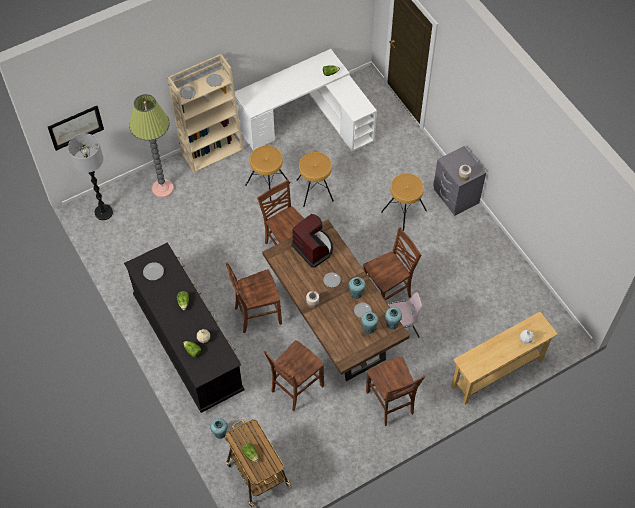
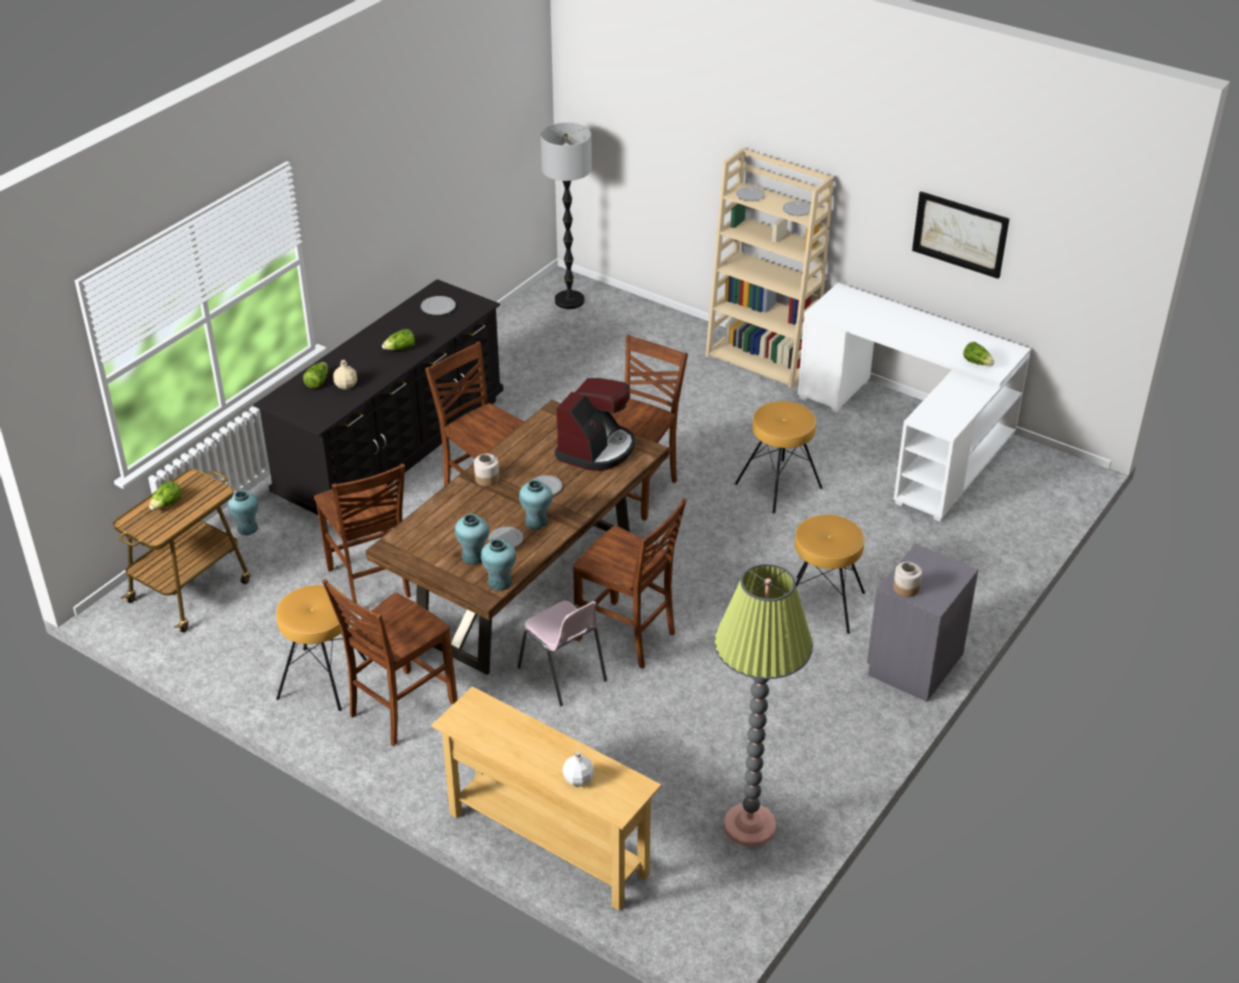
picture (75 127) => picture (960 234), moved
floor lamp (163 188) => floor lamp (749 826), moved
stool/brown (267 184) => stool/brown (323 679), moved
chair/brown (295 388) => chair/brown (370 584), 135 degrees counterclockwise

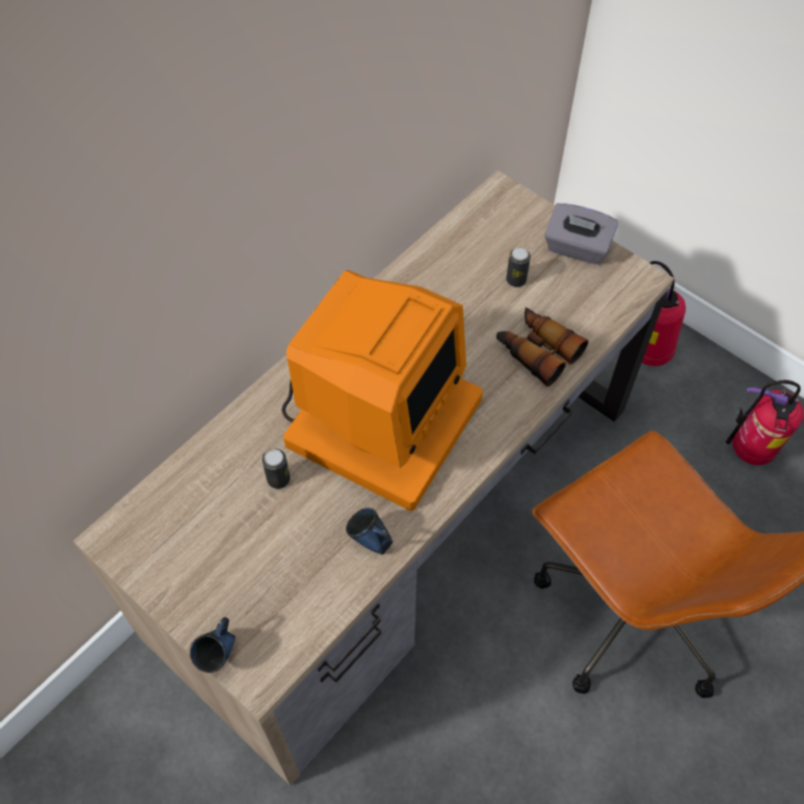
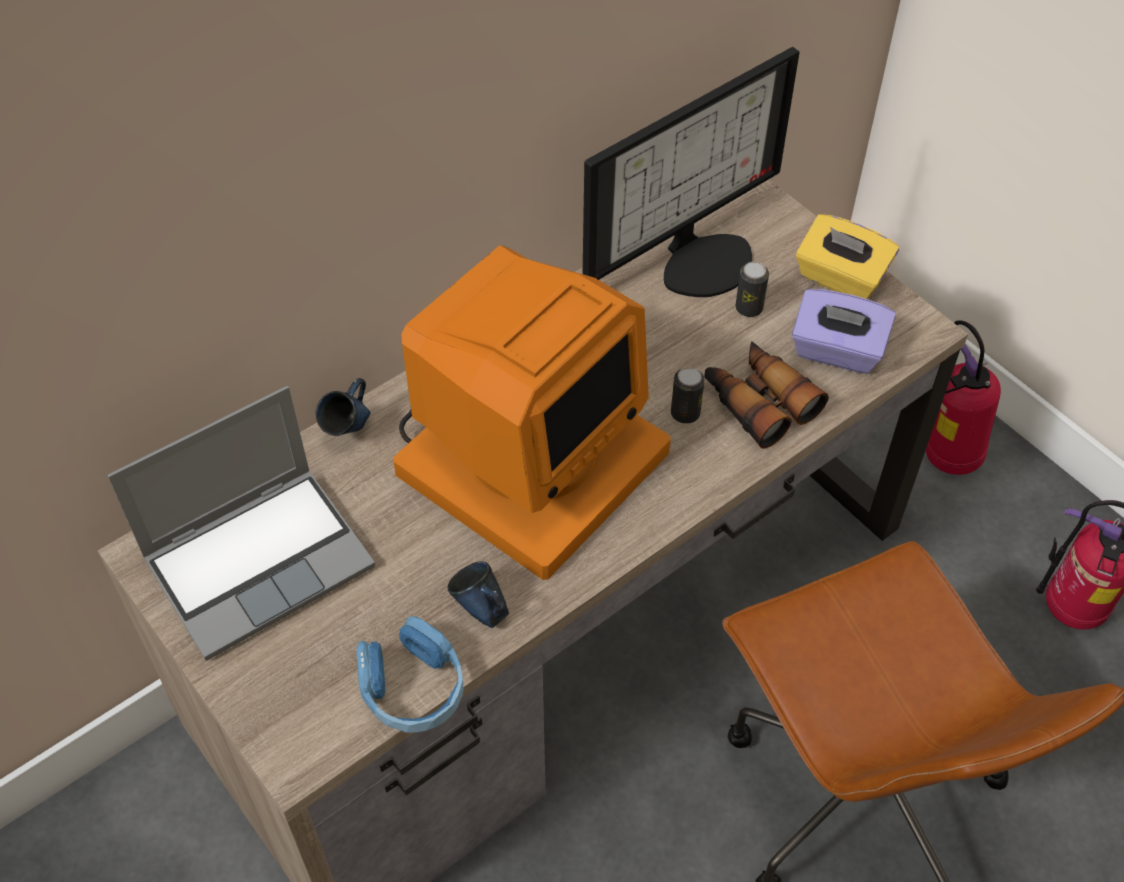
mug/blue (219 655) => mug/blue (349 431), moved
can (278 479) => can (685 413), moved
tissue box/grey (576 248) => tissue box/yellow (840 278)
nothing => laptop (261 560)
nothing => headphones/blue (412 688)
nothing => monitor (701 258)
nothing => tissue box/purple (836 351)

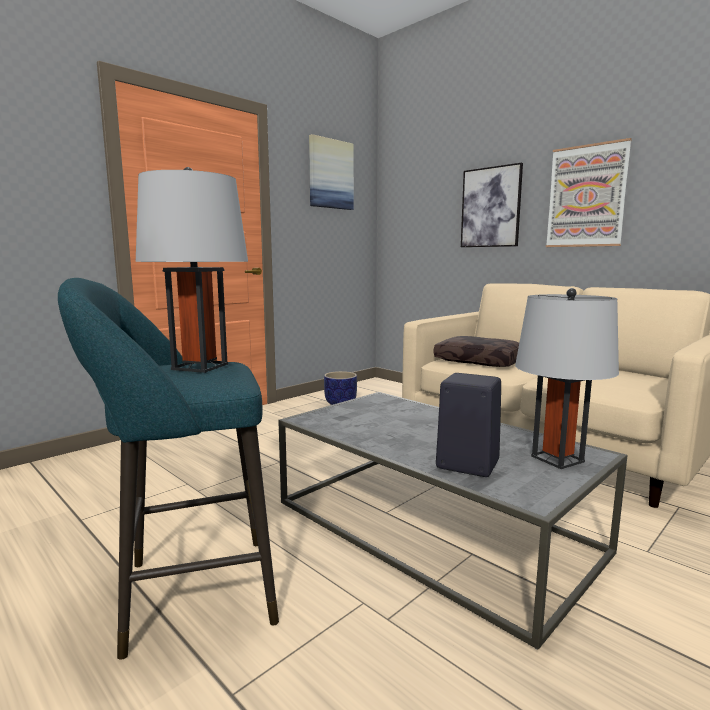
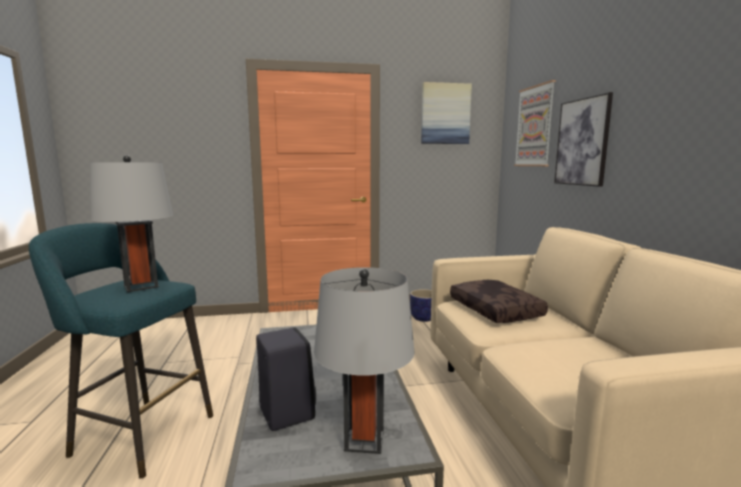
picture (586 196) => picture (534 126), moved

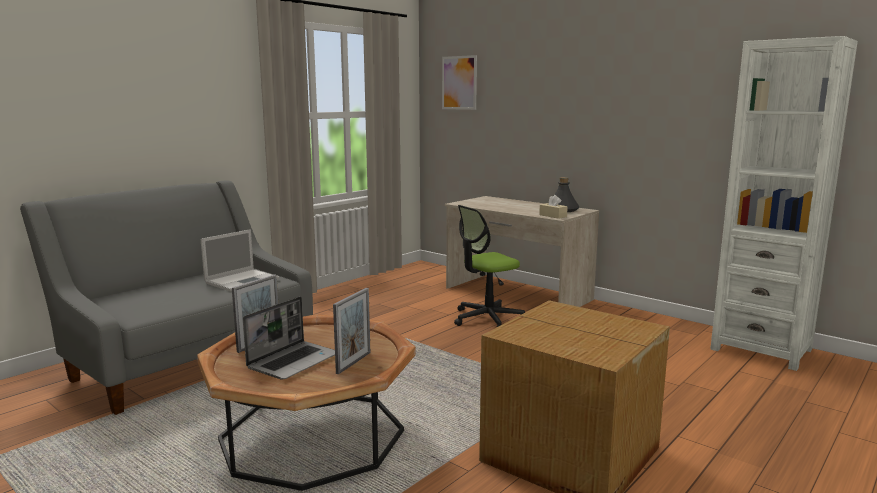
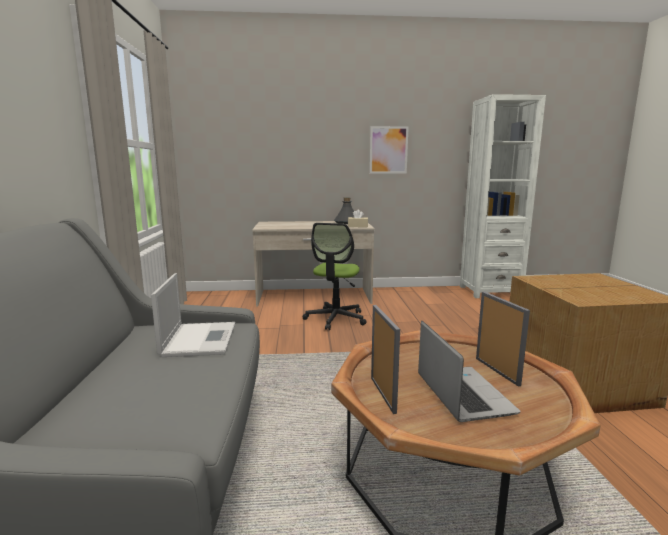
picture (459 83) => picture (388 150), moved

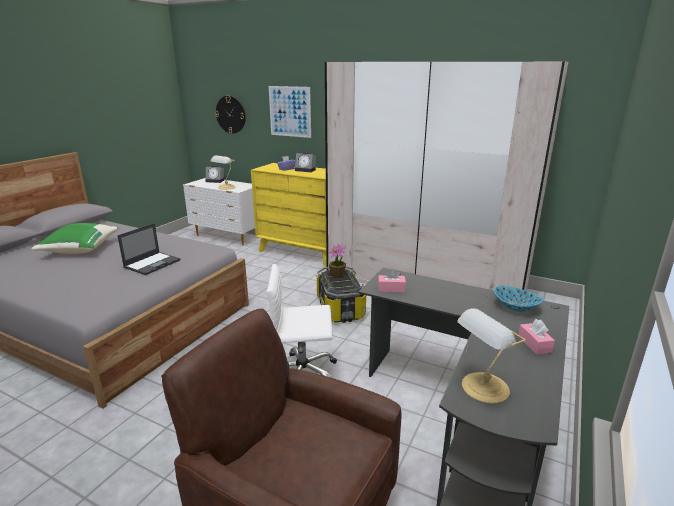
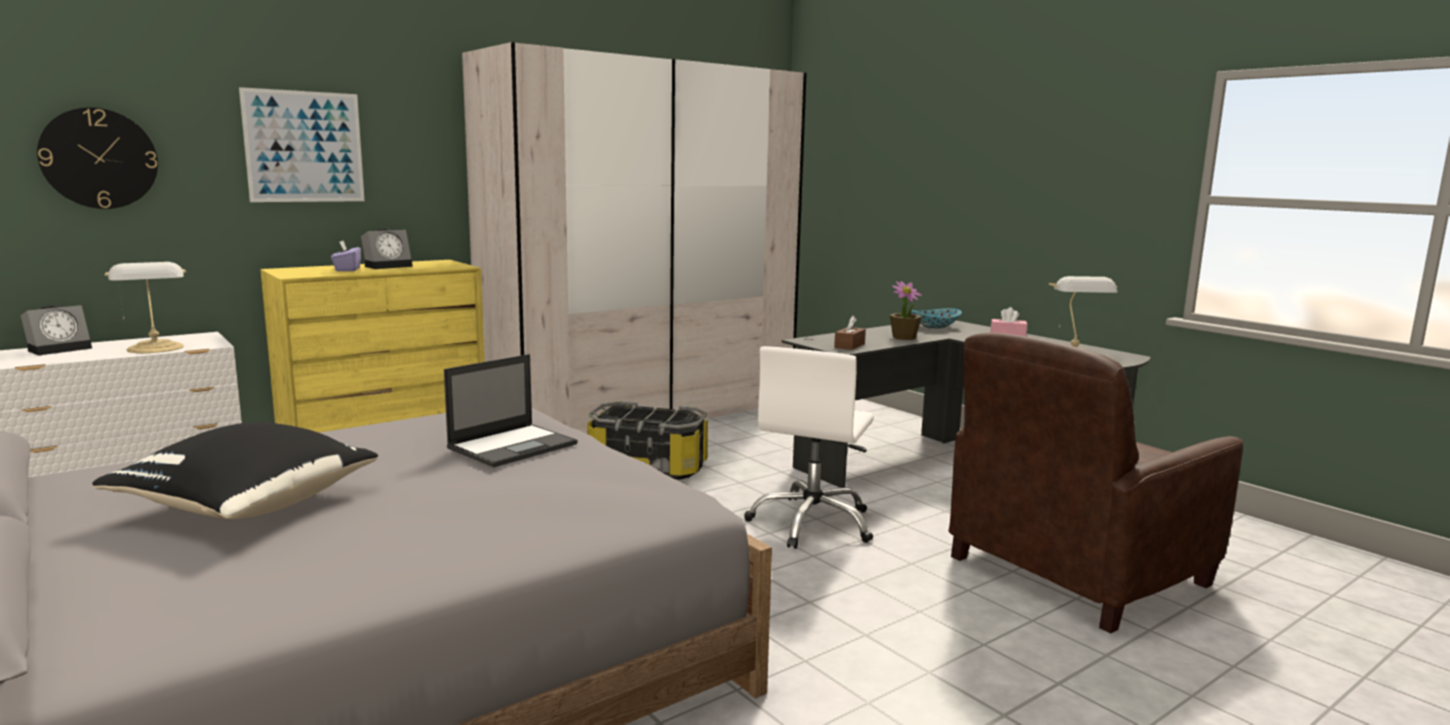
pillow/green (79 250) => pillow/black (249 507)
laptop (152 263) => laptop (513 445), 75 degrees clockwise
potted plant (337 275) => potted plant (904 337), moved
tissue box/pink (391 288) => tissue box/brown (849 345)

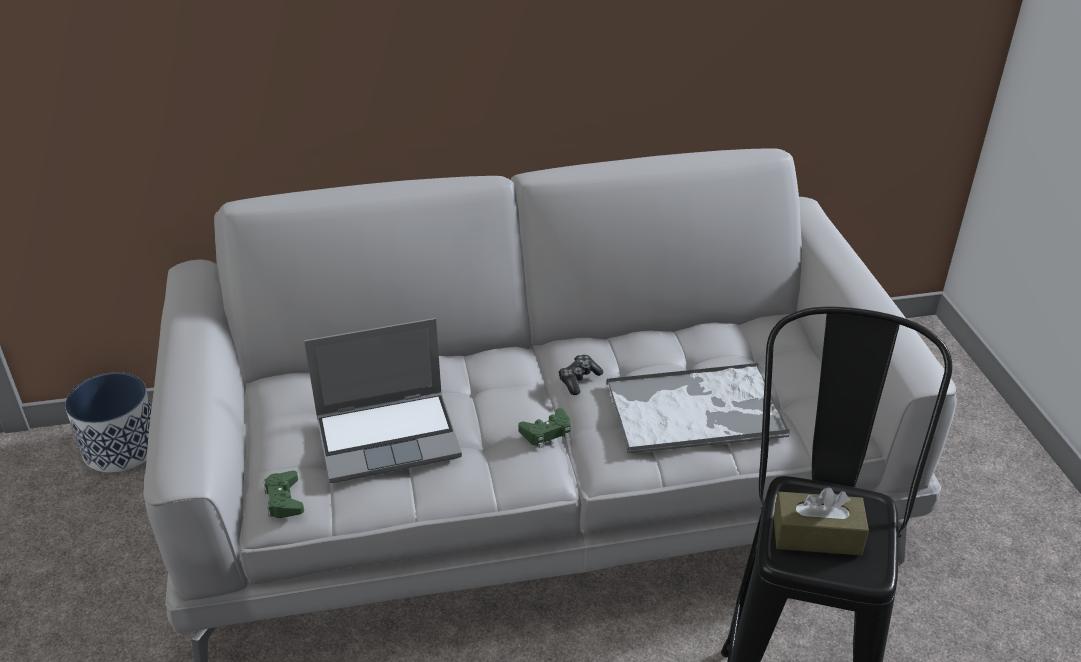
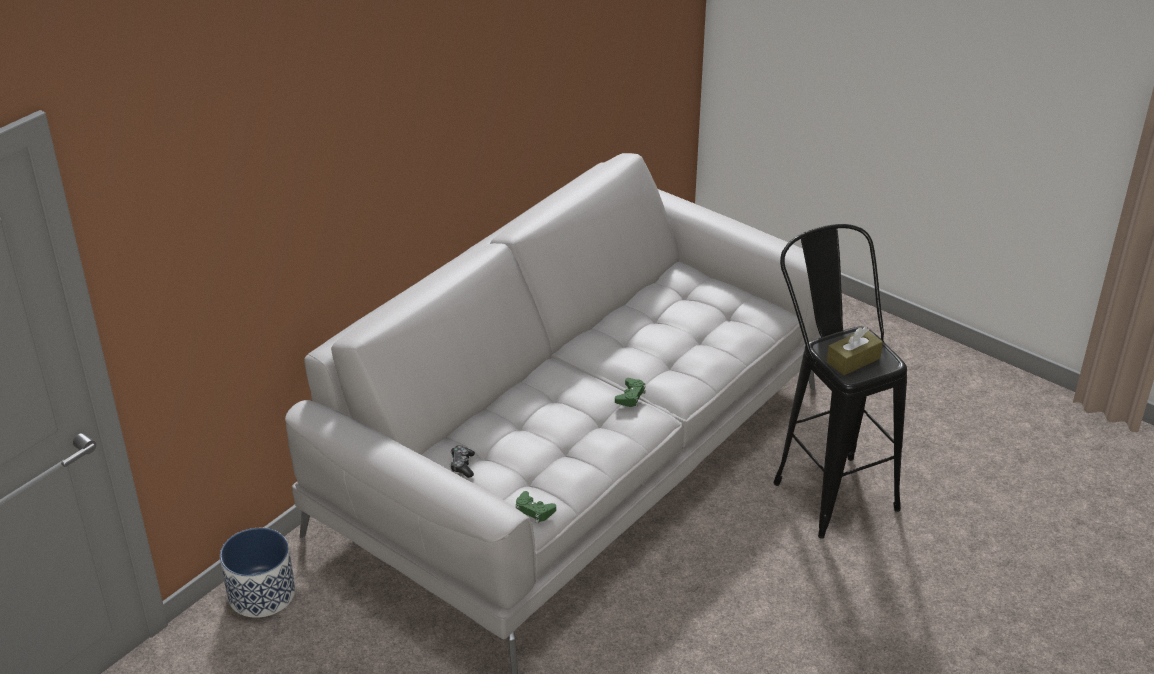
laptop (389 437) => nothing
game controller (578 379) => game controller (462 465), moved
tray (696 410) => nothing

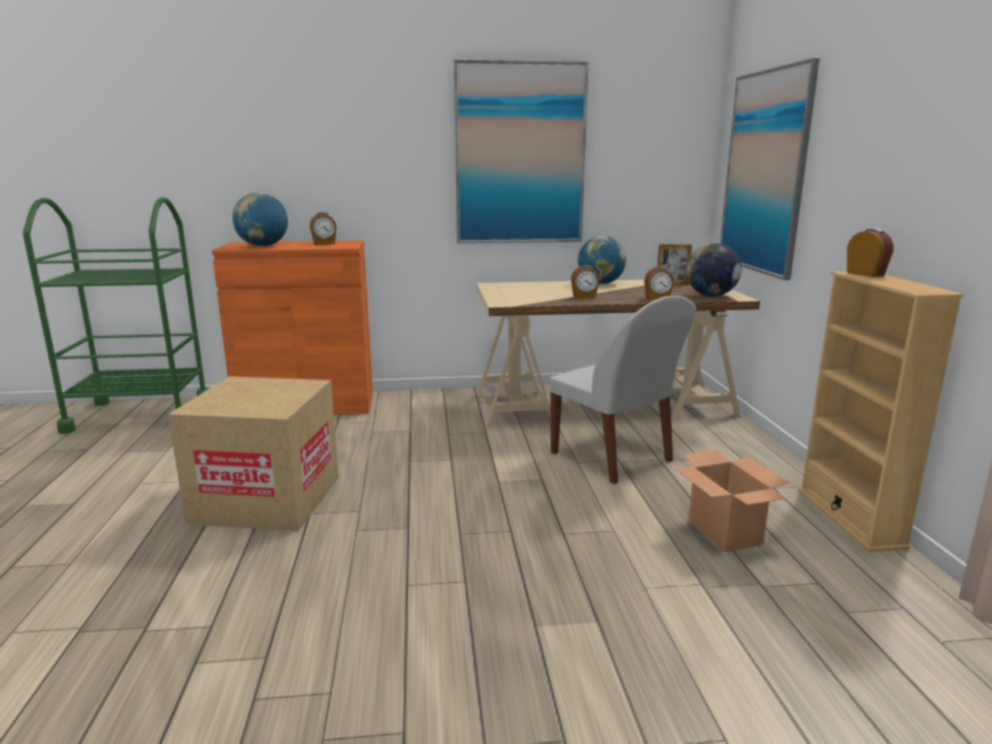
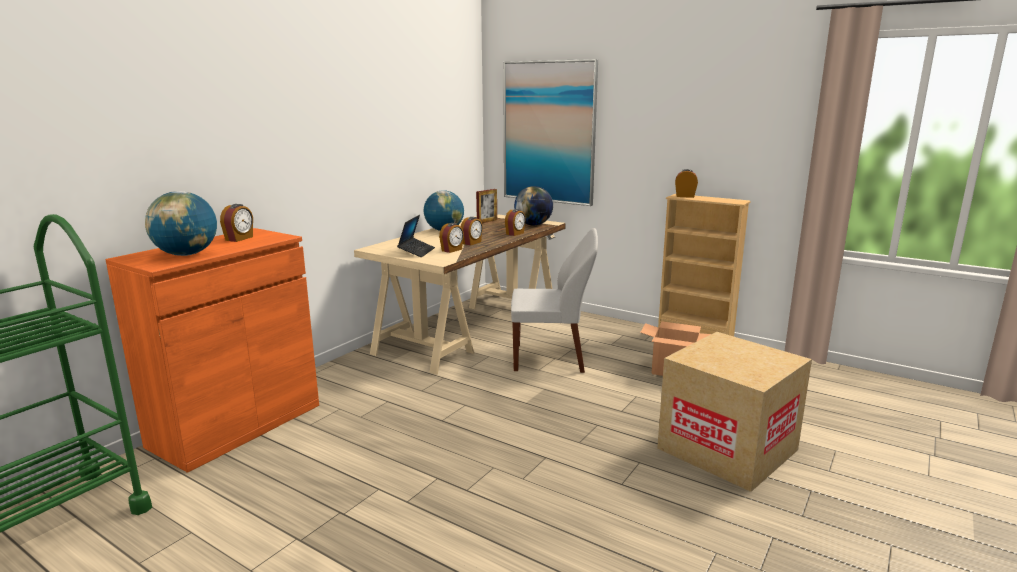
cardboard box (267 499) => cardboard box (727 449), moved
picture (520 155) => nothing
nothing => laptop (416 251)
nothing => alarm clock (452 250)

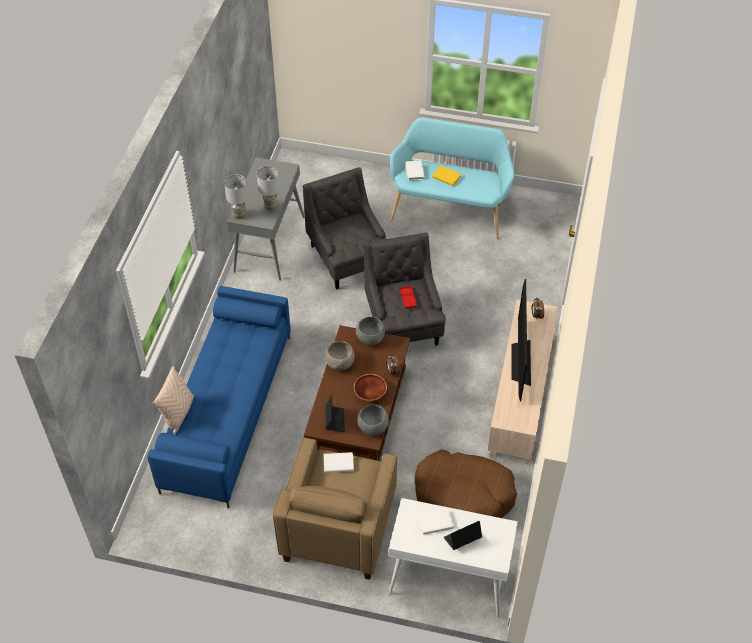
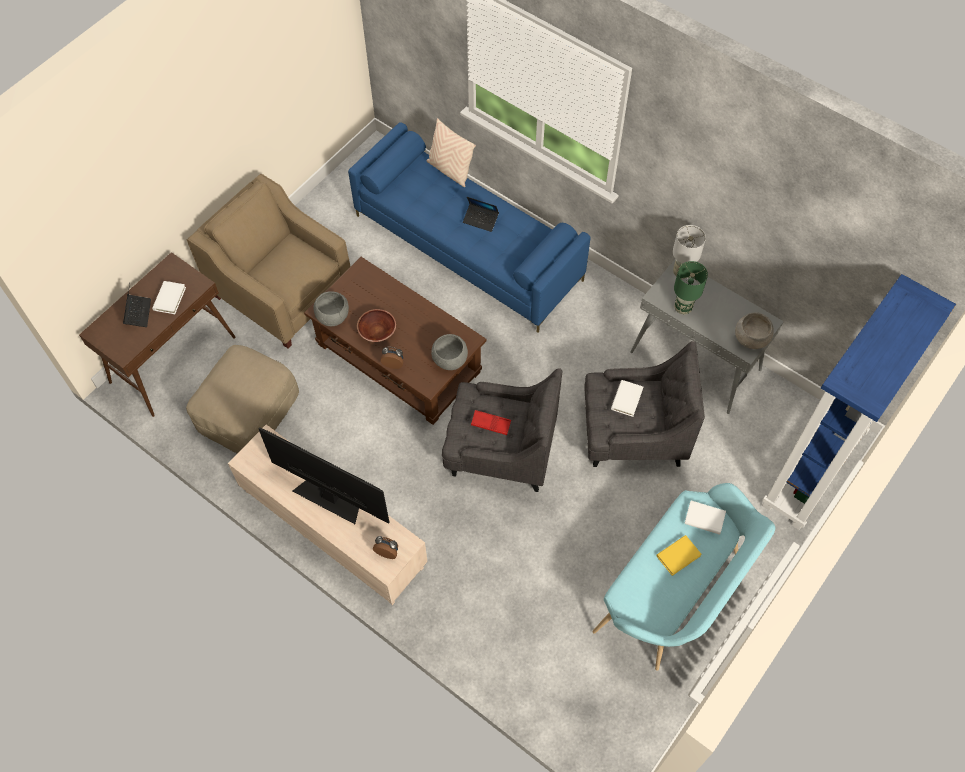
table lamp/grey (270 206) => table lamp/green (683 308)
book/white (338 464) => book/white (626 399), moved
bowl/grey (340 363) => bowl/grey (750 339), moved
laptop (335 420) => laptop (480 220), moved
console table/white (448 578) => console table/brown (173 359)
dog bed/brown (463 495) => ottoman/beige (248 412)
nothing => bookcase/blue (812 473)

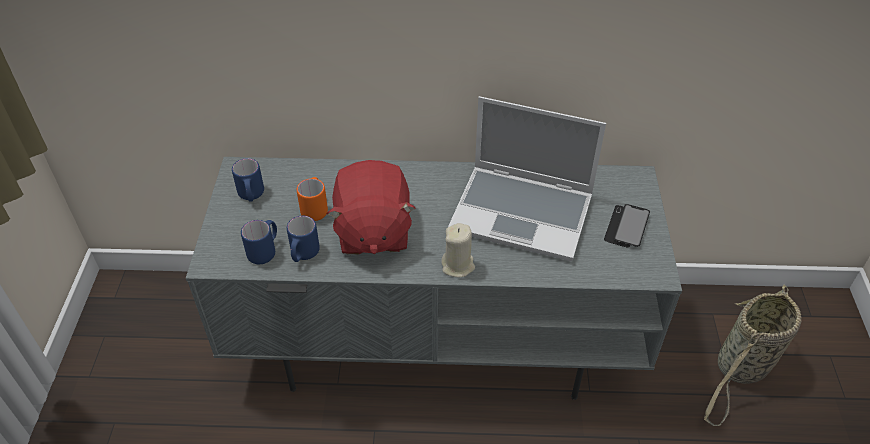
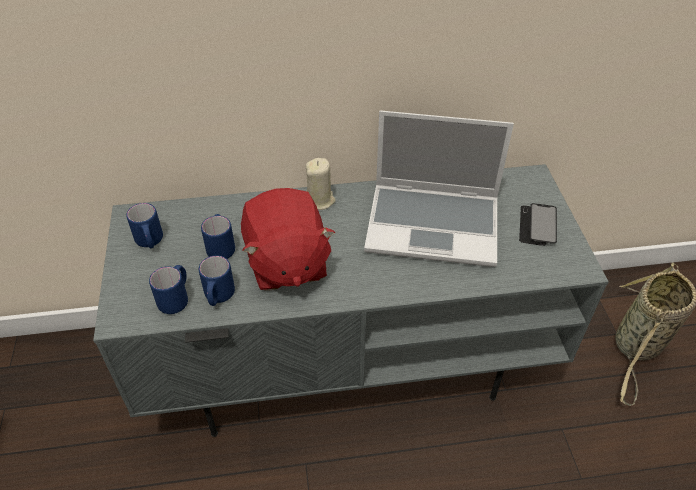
mug/orange (315 209) => mug/blue (221 247)
candle/beige (458 265) => candle/beige (319 200), moved

